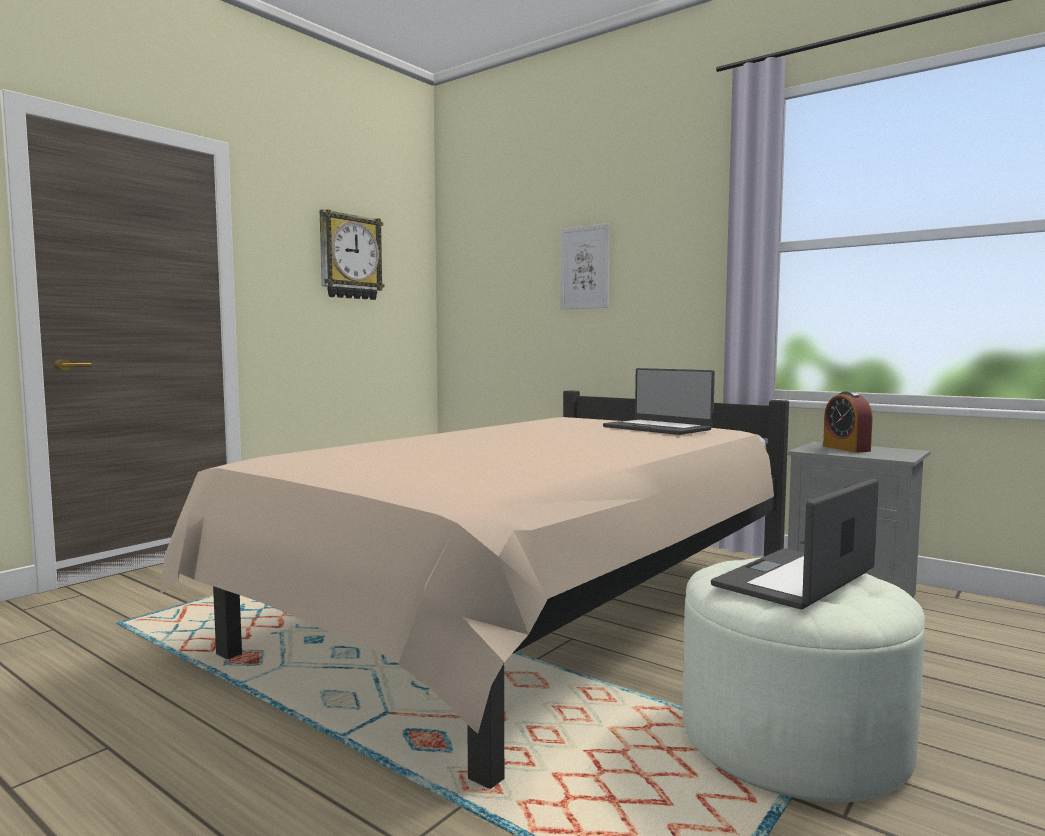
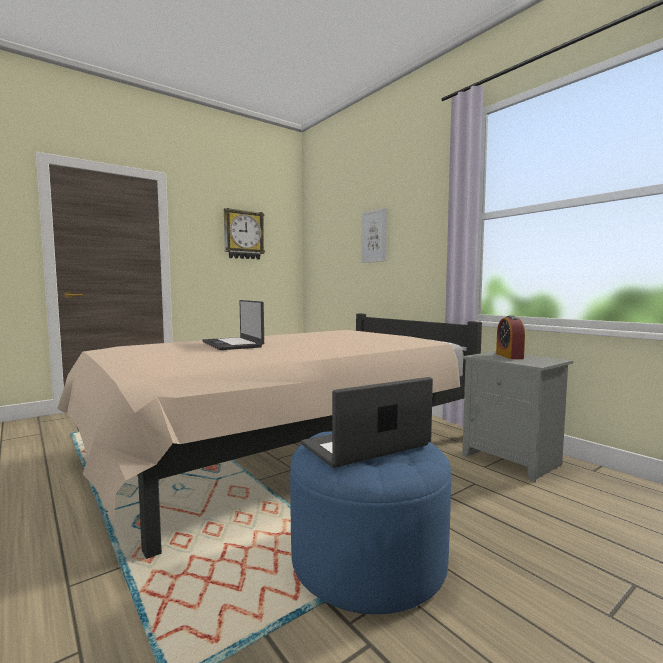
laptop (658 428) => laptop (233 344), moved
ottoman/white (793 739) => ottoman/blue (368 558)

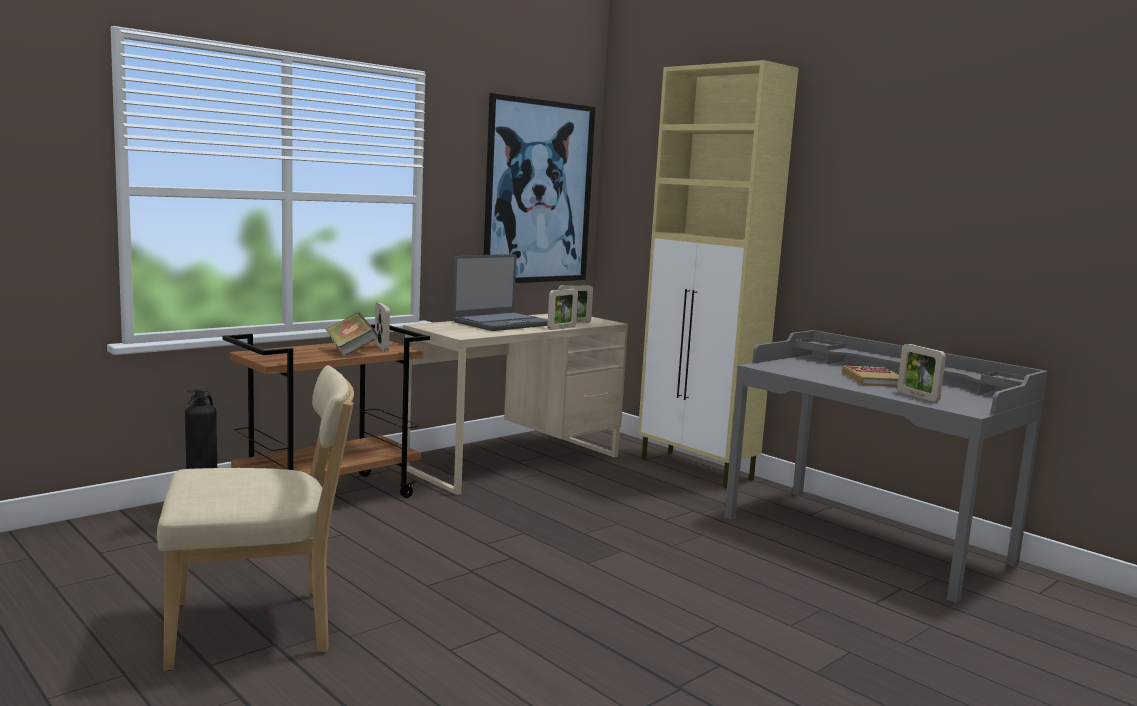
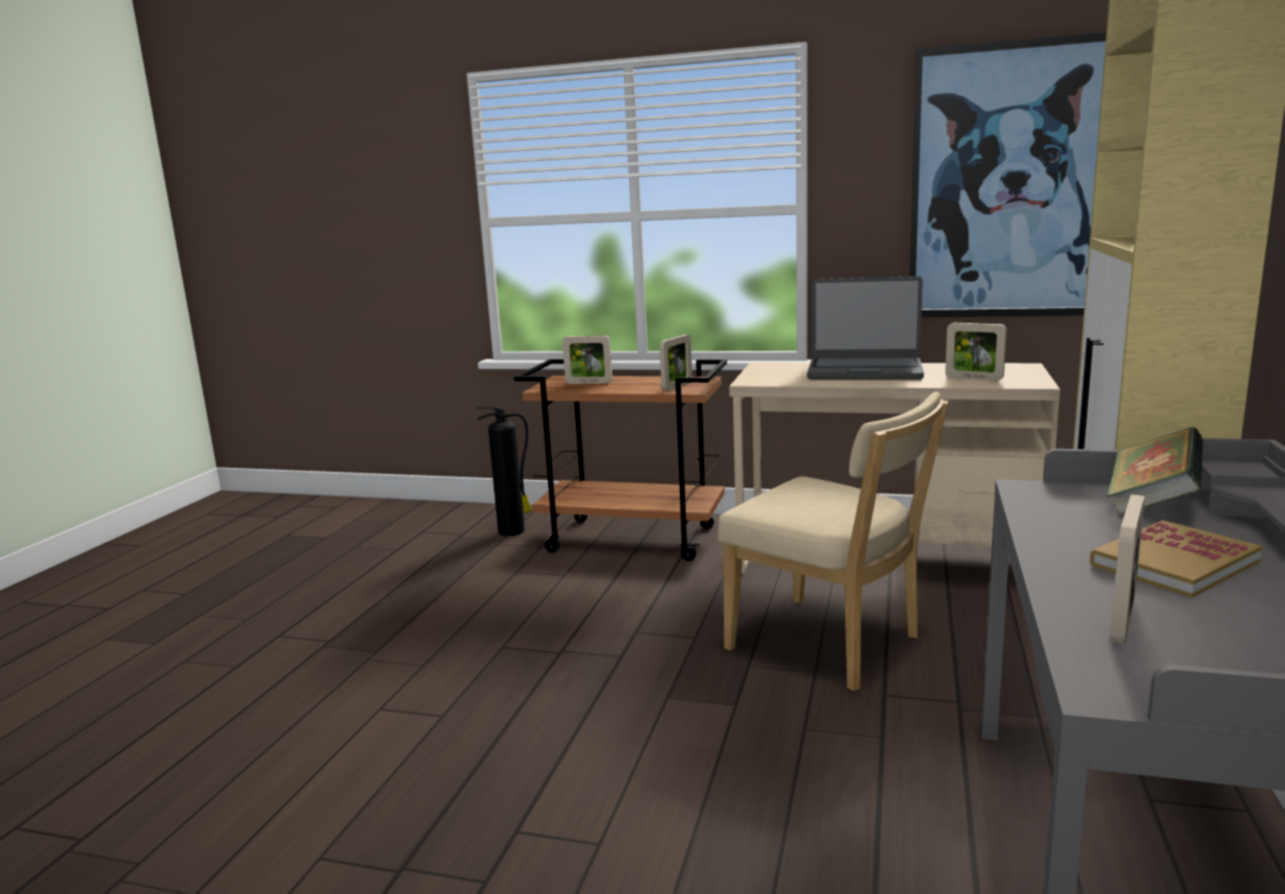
chair/beige (260 627) => chair/beige (831 646), moved
book (351 351) => book (1152 504), moved
picture frame (561 328) => picture frame (589 383), moved

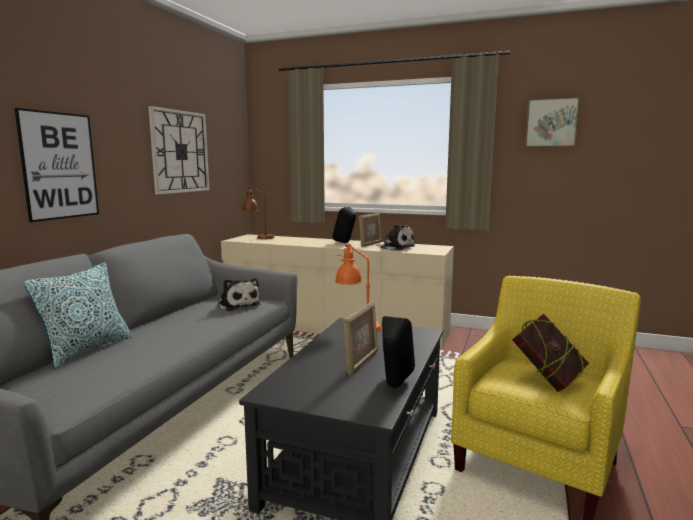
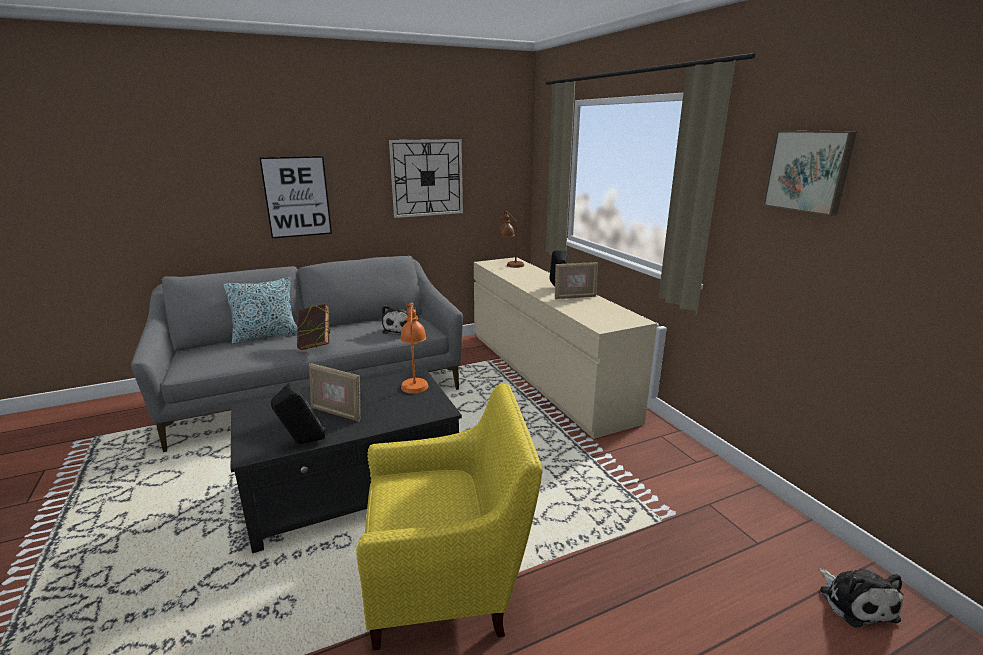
picture frame (361 362) => picture frame (337 413), 45 degrees clockwise
plush toy (396 247) => plush toy (855 601), moved
book (547 381) => book (316 345), moved

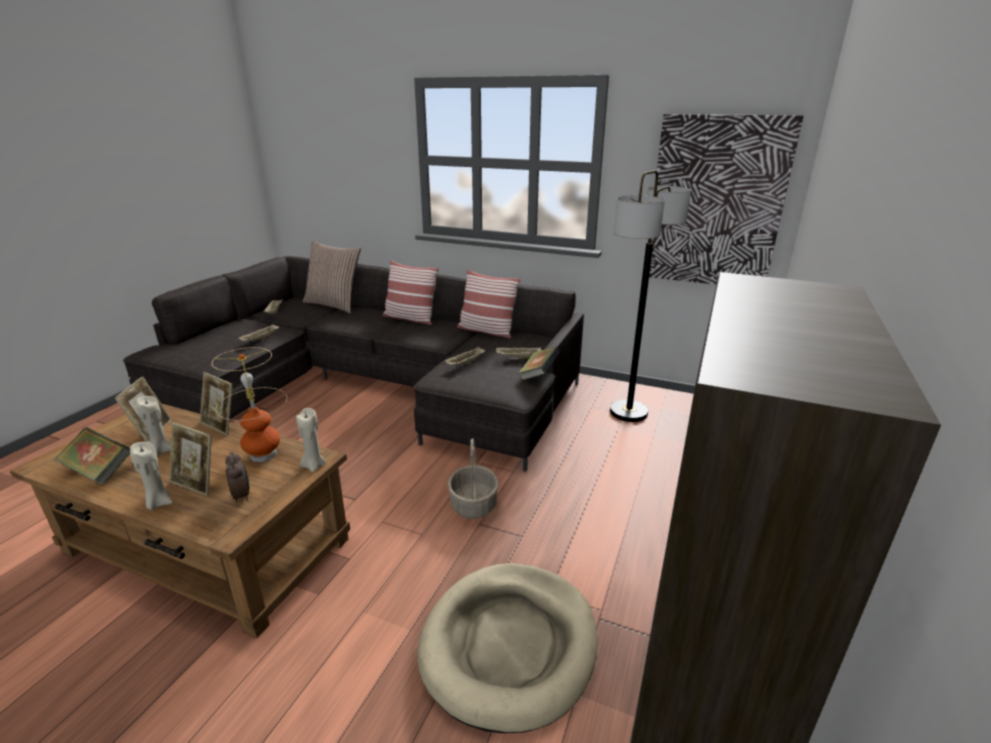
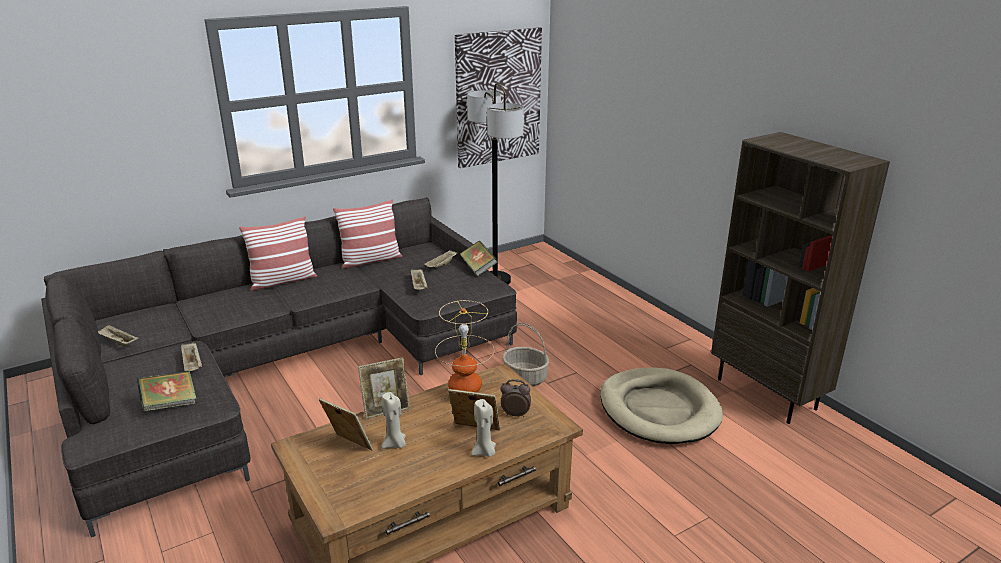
book (99 471) => book (170 404), moved
picture frame (197 483) => picture frame (475 431), 135 degrees counterclockwise
candle/beige (313 465) => nothing
pillow (334 304) => nothing

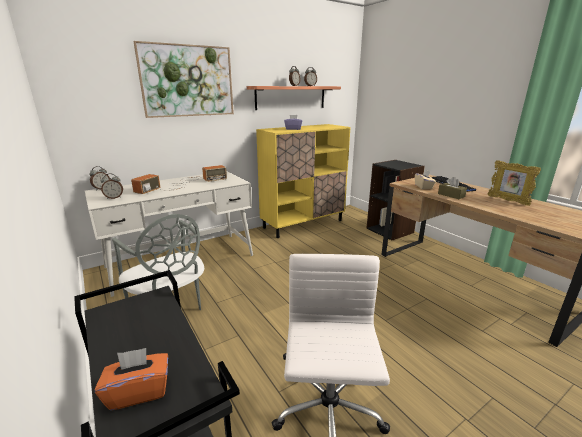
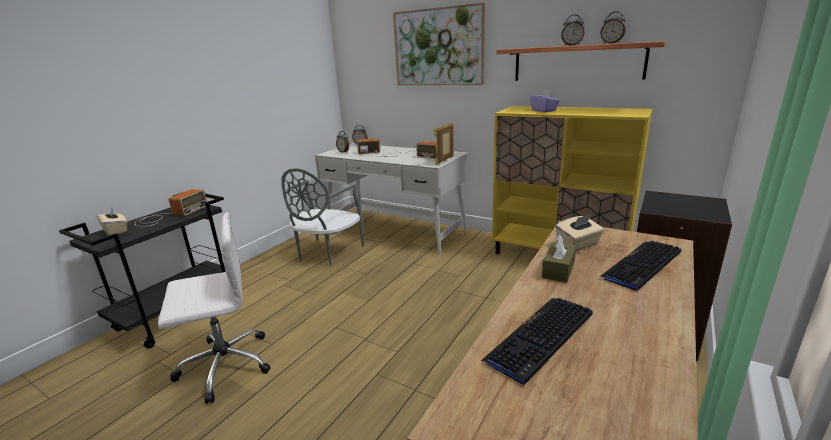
tissue box/orange (139 391) => tissue box/beige (116 231)
picture frame (508 200) => picture frame (445 161), moved
nothing => radio (169 215)
nothing => keyboard (540 337)

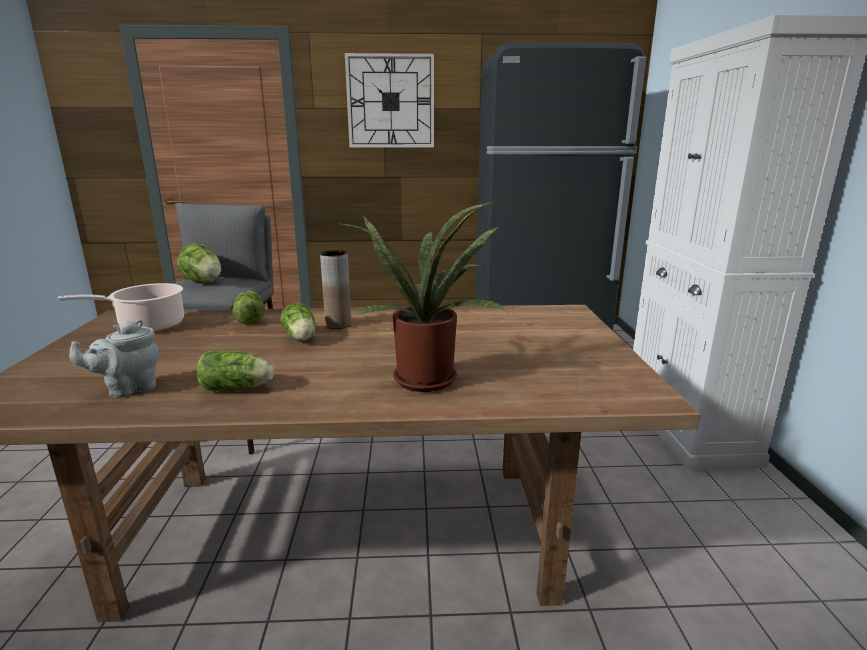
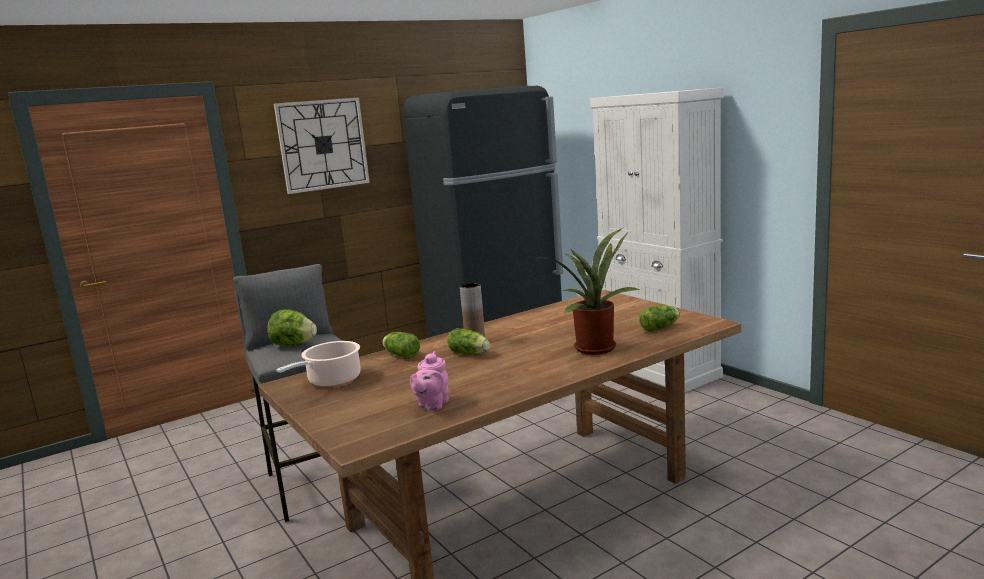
teapot/grey (128 389) => teapot/pink (432 405)
lettuce (239 388) => lettuce (661 328), moved

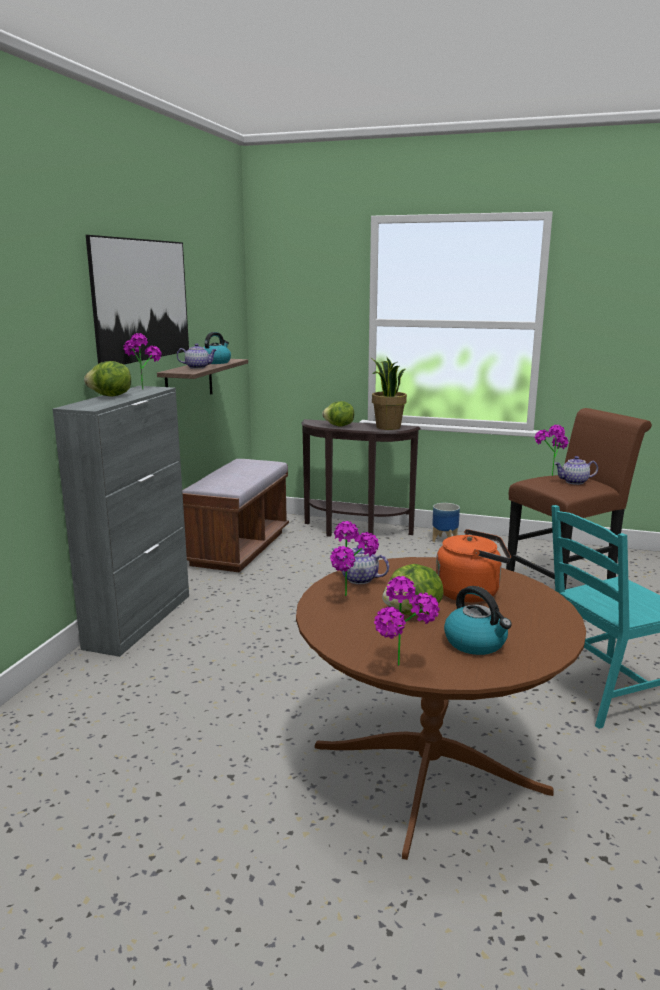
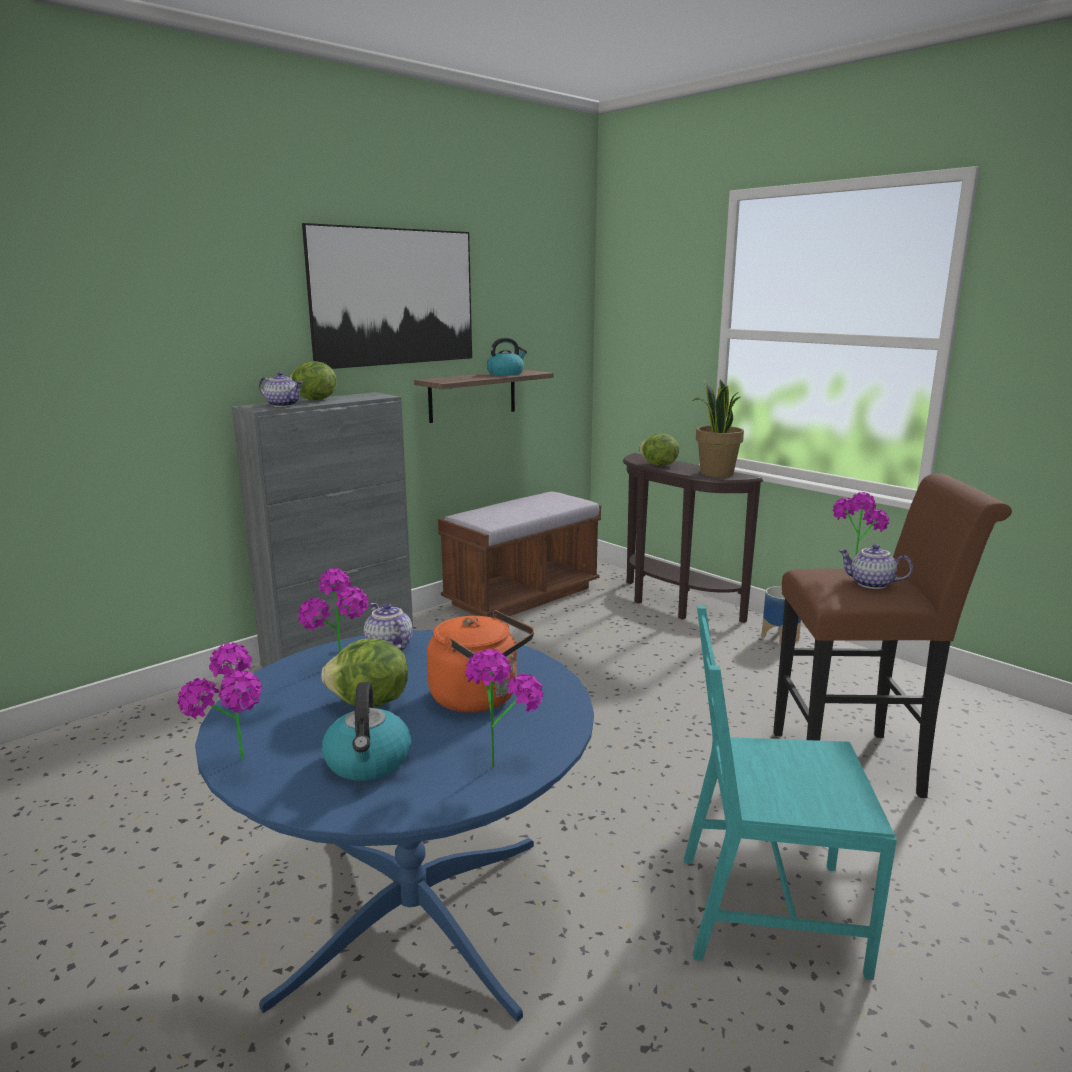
potted plant (143 388) => potted plant (499 758), moved
teapot (198 367) => teapot (283 405), moved
dining table/brown (429 770) => dining table/blue (413 918)

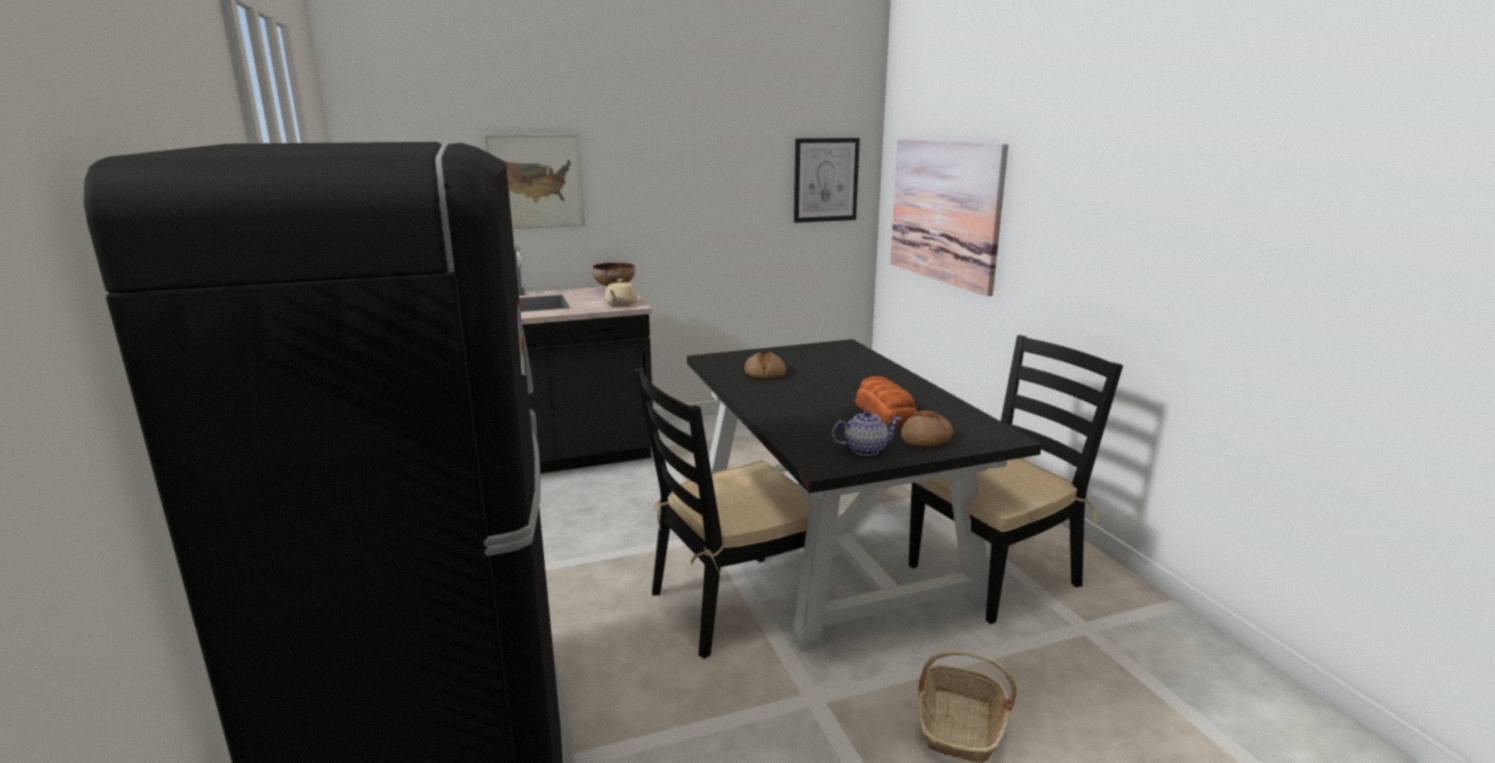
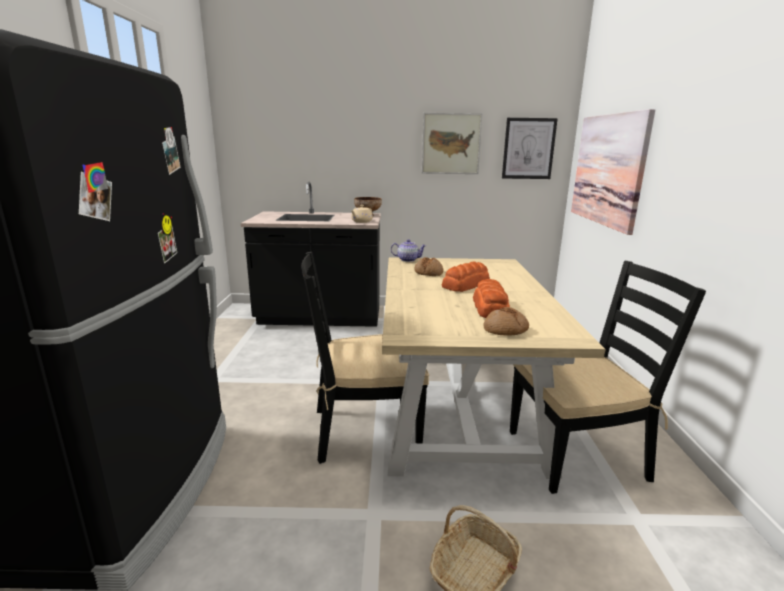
picture (536 181) => picture (451 144), moved
dining table/black (827 544) => dining table/beige (457 403)
teapot (864 449) => teapot (407 260), moved
nothing => bread (466 285)

